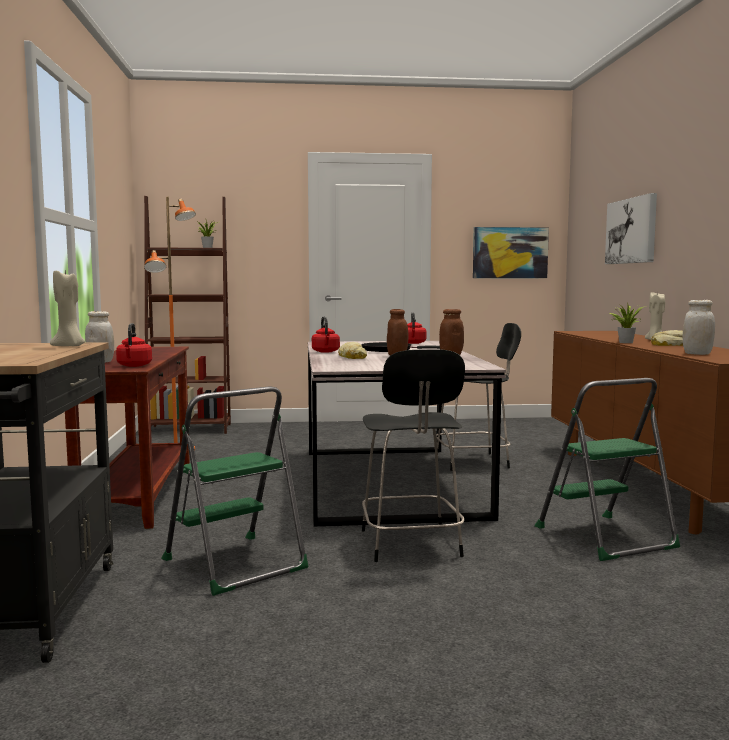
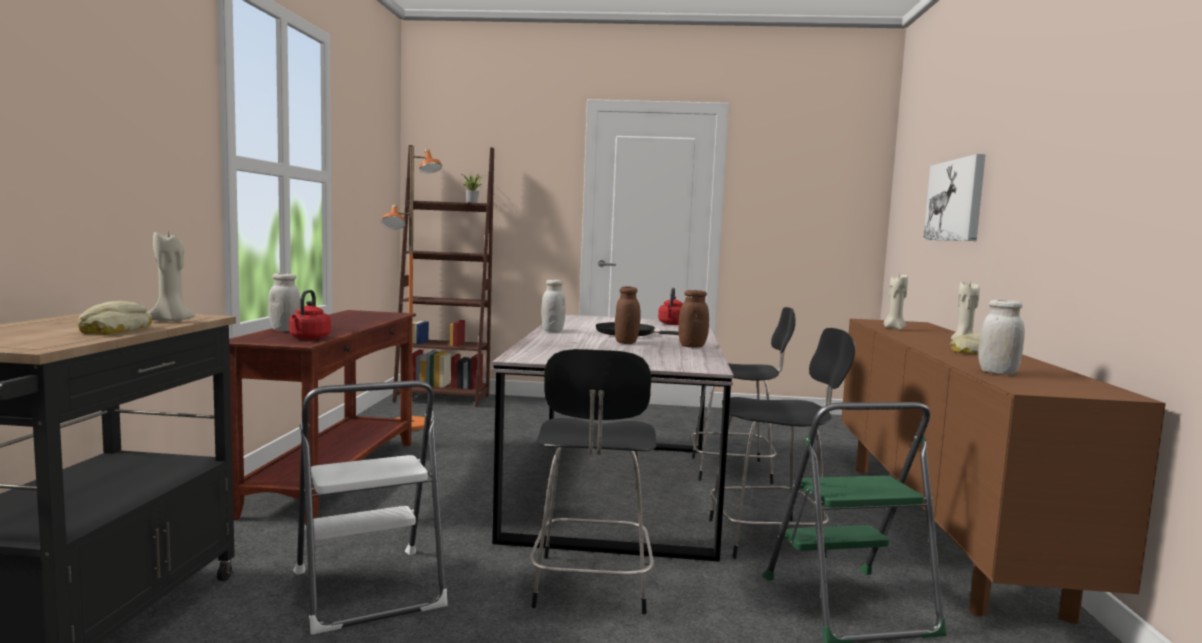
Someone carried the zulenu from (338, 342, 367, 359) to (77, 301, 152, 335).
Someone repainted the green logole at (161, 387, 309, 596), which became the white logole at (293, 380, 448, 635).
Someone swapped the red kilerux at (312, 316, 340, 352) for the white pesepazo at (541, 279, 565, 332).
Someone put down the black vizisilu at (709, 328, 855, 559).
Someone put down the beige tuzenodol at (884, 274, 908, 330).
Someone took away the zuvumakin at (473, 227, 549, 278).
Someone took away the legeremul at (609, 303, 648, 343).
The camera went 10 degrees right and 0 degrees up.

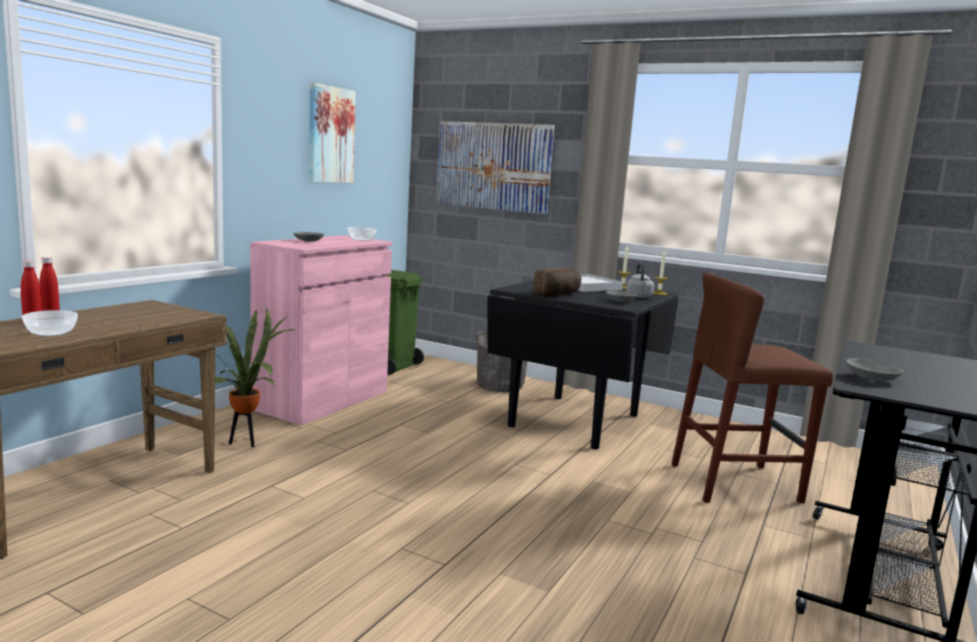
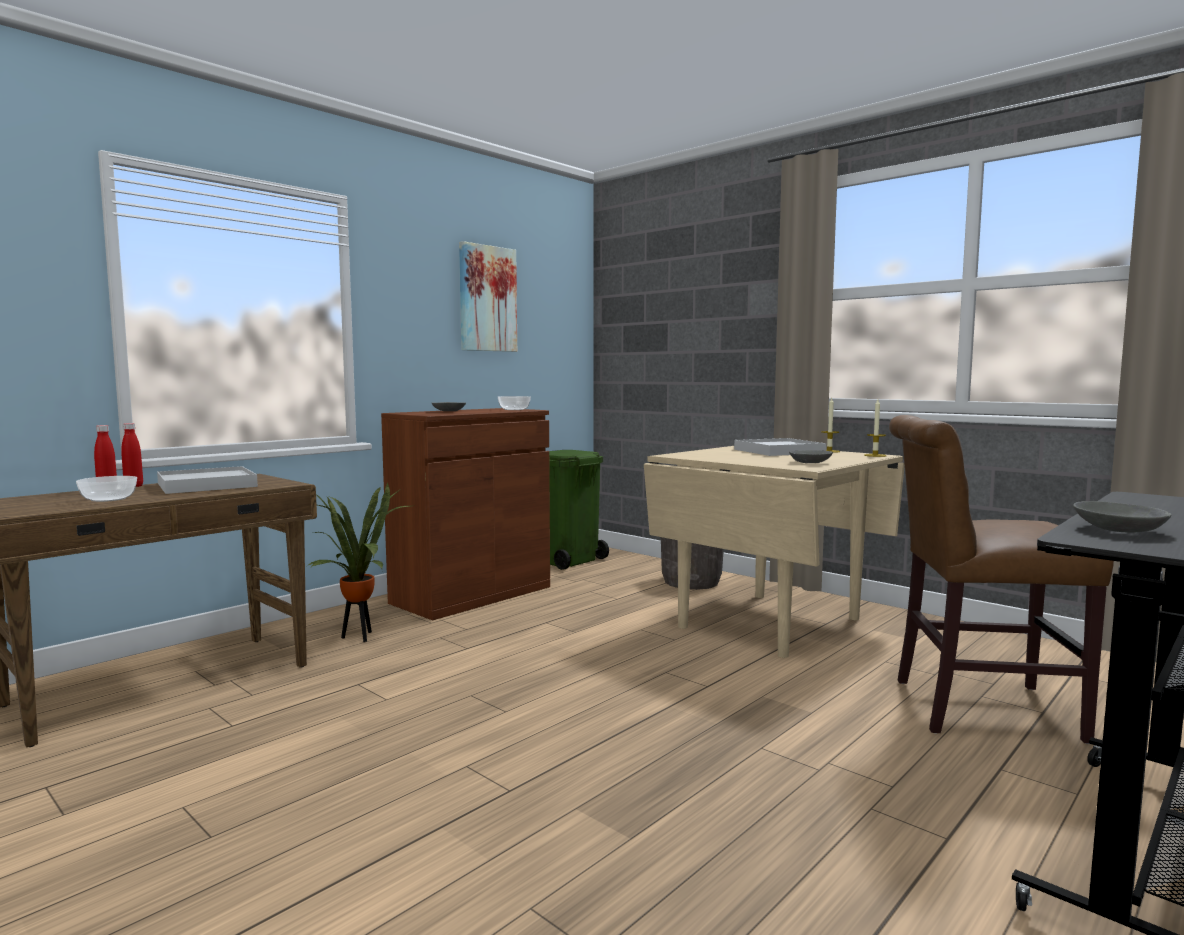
Someone put down the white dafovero at (157, 466, 258, 494).
Someone repainted the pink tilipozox at (250, 235, 392, 425), which became the brown tilipozox at (381, 408, 550, 620).
Someone repainted the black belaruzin at (487, 280, 678, 449), which became the beige belaruzin at (644, 446, 905, 658).
Someone swapped the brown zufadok at (671, 273, 833, 503) for the brown vizisilu at (889, 415, 1114, 744).
Someone took away the zuvumakin at (436, 121, 555, 214).
Someone took away the zulenu at (533, 267, 581, 296).
Someone took away the grey kilerux at (626, 263, 654, 298).
The camera went 15 degrees right and 5 degrees down.

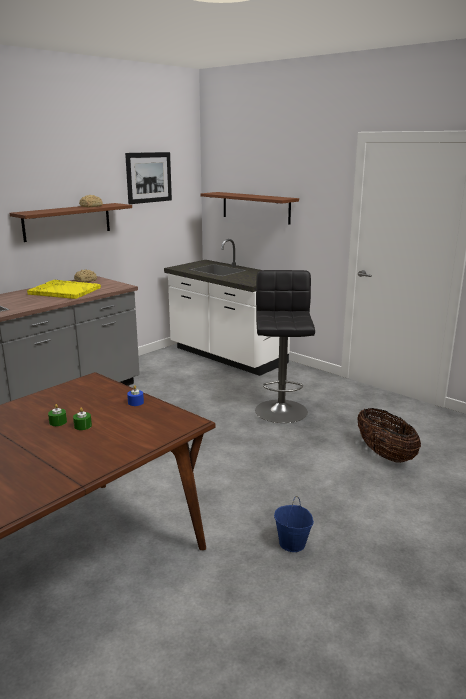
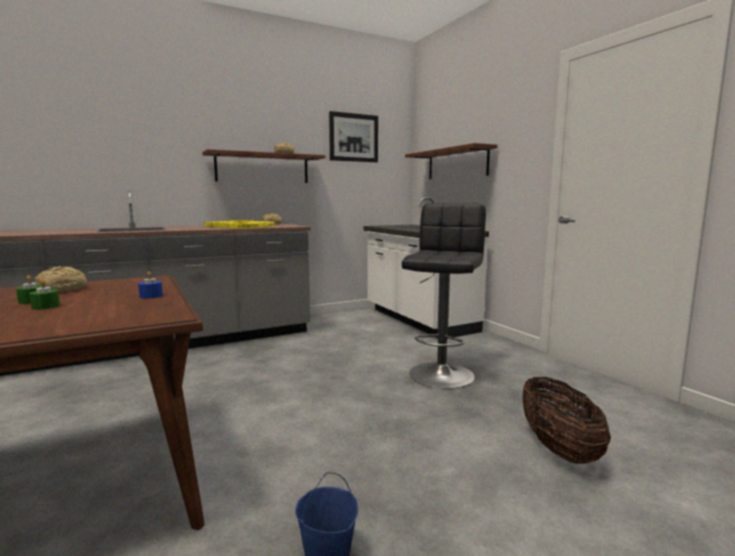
Someone put down the zulenu at (35, 266, 87, 292).
The camera went 20 degrees right and 10 degrees down.

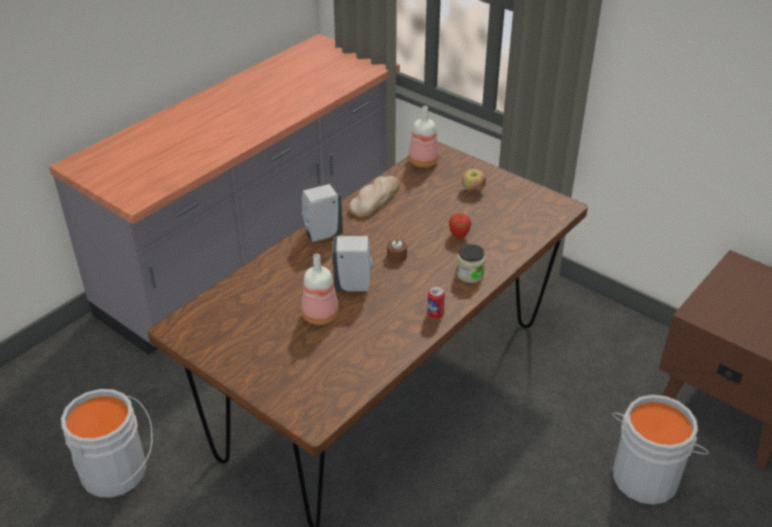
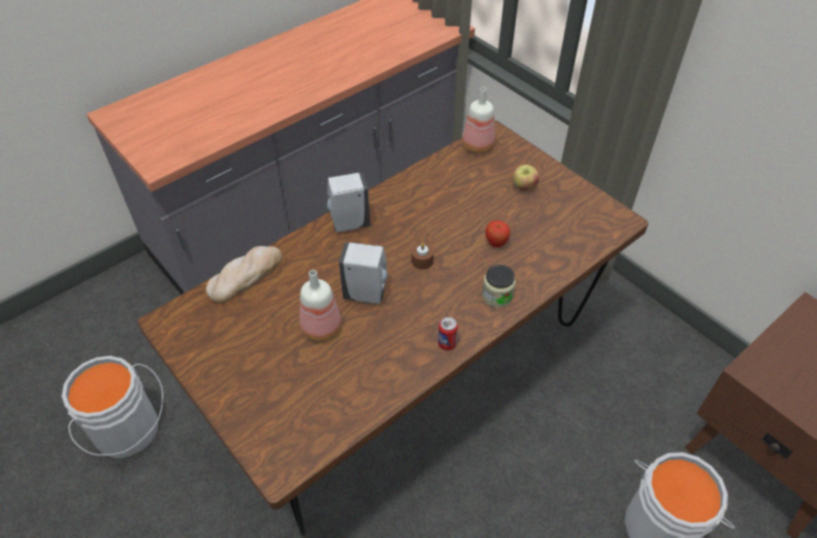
Someone carried the zulenu from (349, 176, 400, 217) to (206, 246, 282, 303).
The camera went 10 degrees right and 10 degrees up.

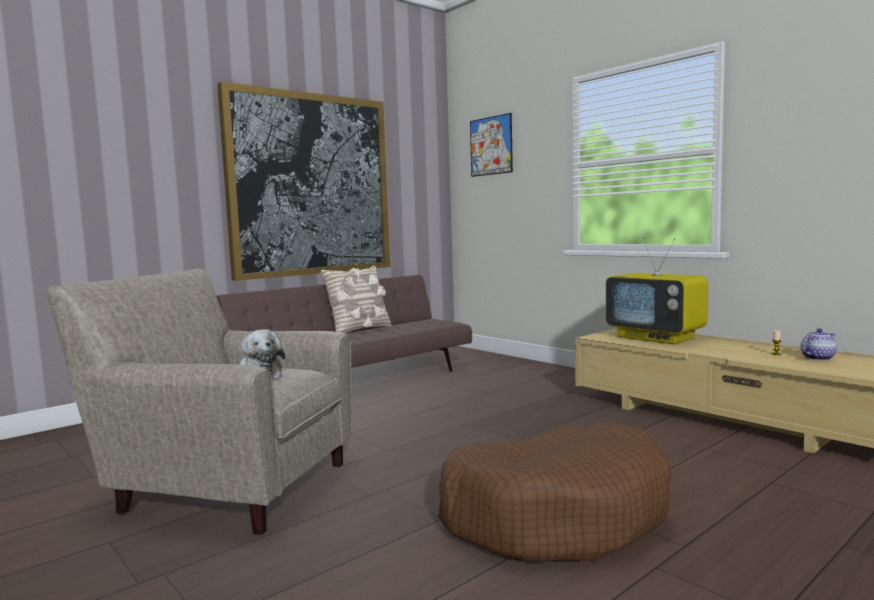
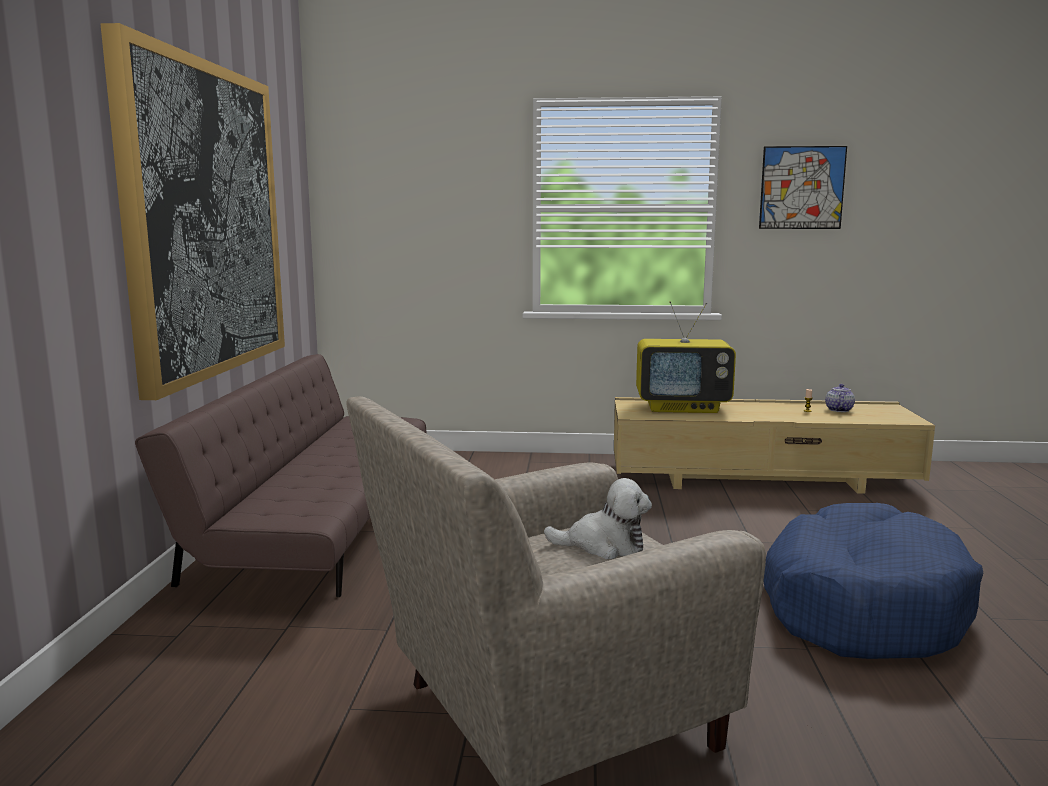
Someone carried the zuvumakin from (470, 113, 513, 177) to (759, 146, 847, 229).
Someone repainted the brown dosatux at (438, 422, 671, 562), which became the blue dosatux at (763, 503, 983, 659).
Someone took away the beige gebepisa at (321, 266, 391, 333).
The camera went 45 degrees left and 5 degrees up.

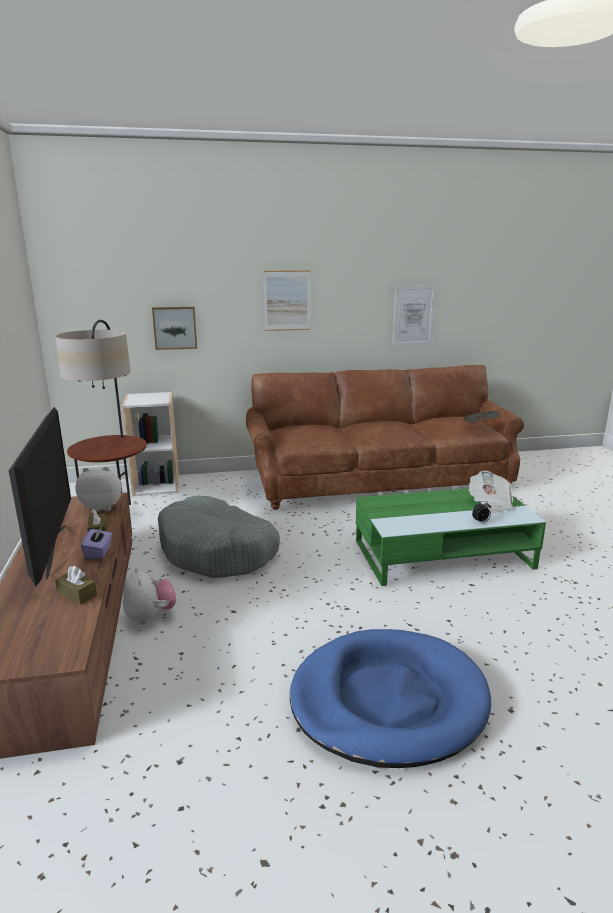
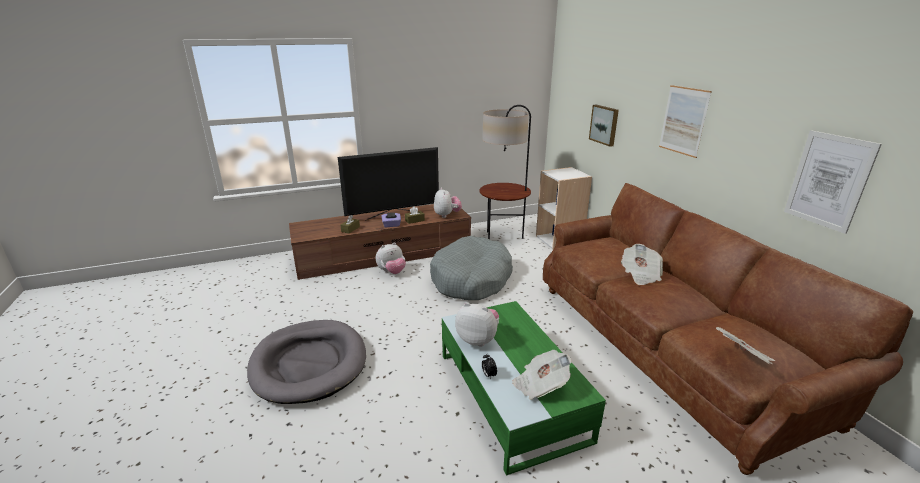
Someone repainted the blue dosatux at (290, 629, 491, 768), which became the grey dosatux at (247, 320, 366, 404).
Someone put down the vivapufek at (455, 302, 499, 347).
Someone put down the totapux at (621, 244, 663, 285).
The camera went 80 degrees right and 5 degrees up.

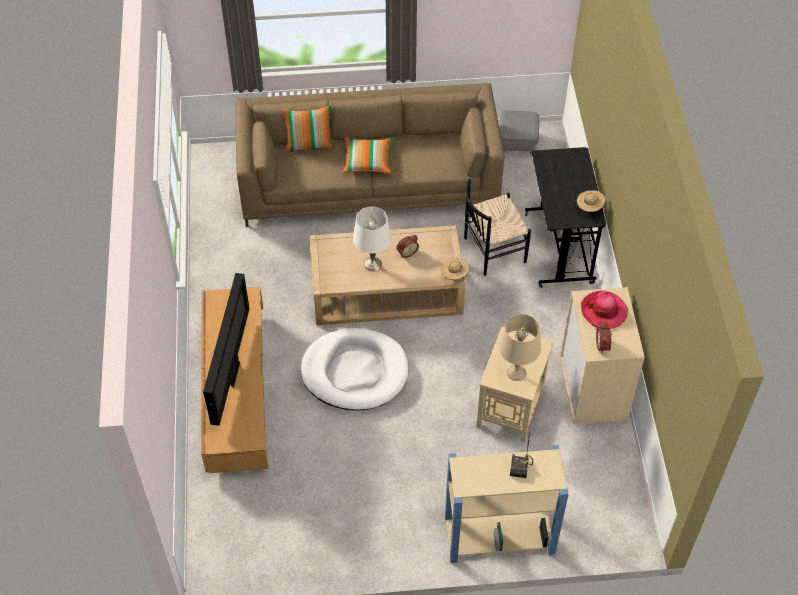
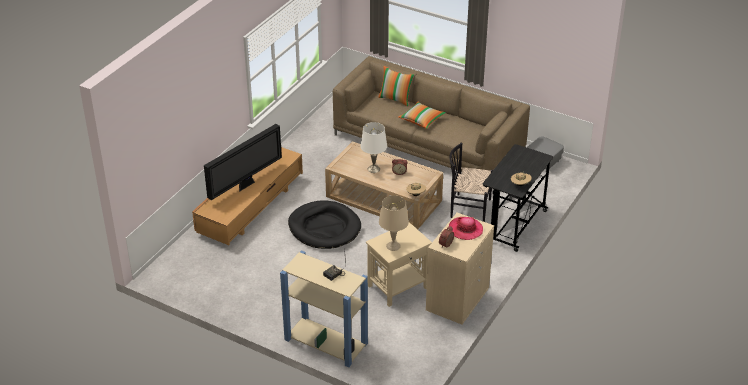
Someone repainted the white dosatux at (301, 328, 409, 411), which became the black dosatux at (288, 200, 361, 249).
The camera went 35 degrees right and 15 degrees down.

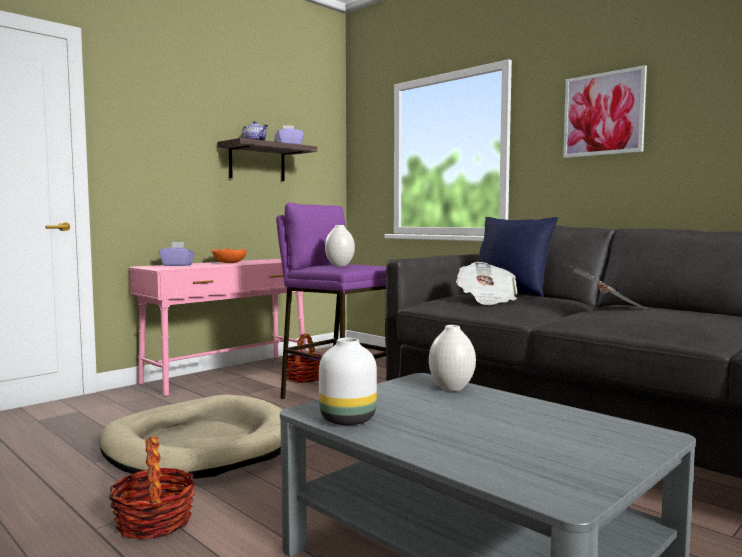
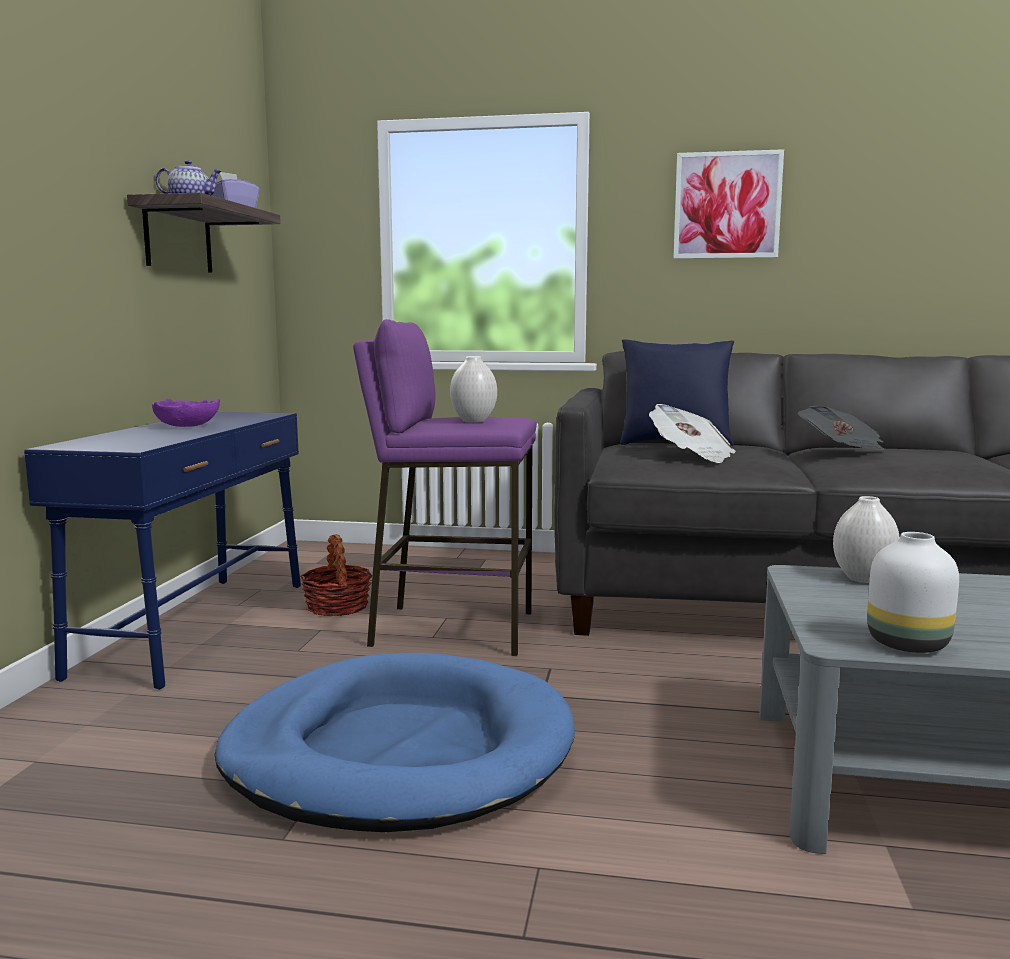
Someone repainted the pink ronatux at (129, 259, 306, 396), which became the blue ronatux at (24, 412, 301, 689).
Someone repainted the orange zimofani at (212, 248, 247, 263), which became the purple zimofani at (152, 398, 220, 427).
Someone repainted the beige dosatux at (99, 395, 283, 479), which became the blue dosatux at (215, 653, 575, 832).
Someone took away the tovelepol at (109, 436, 196, 540).
Someone took away the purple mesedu at (159, 242, 195, 266).
The camera went 35 degrees left and 5 degrees up.

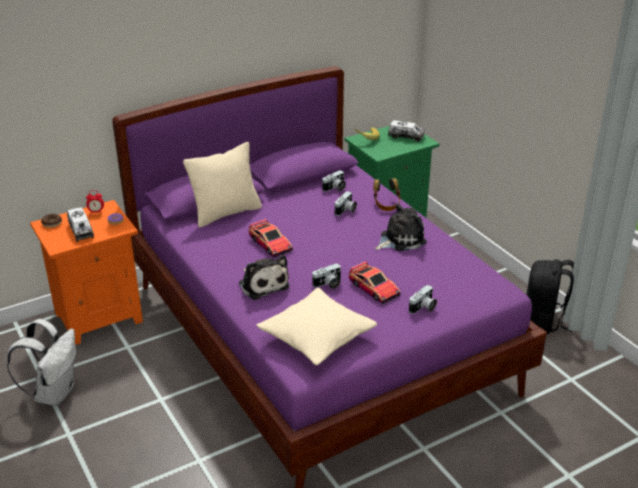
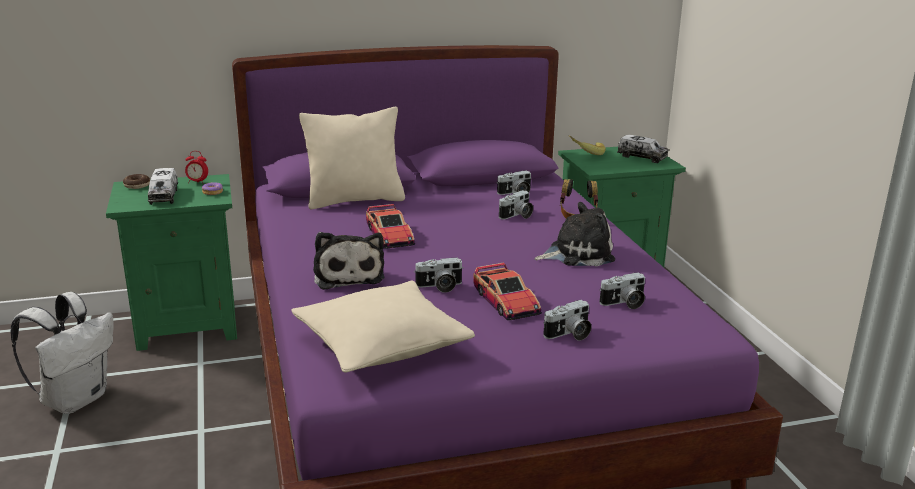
Someone repainted the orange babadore at (30, 200, 143, 345), which became the green babadore at (106, 174, 237, 351).
Someone put down the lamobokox at (599, 272, 645, 309).
Someone took away the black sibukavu at (526, 259, 574, 334).
The camera went 15 degrees right and 10 degrees down.

